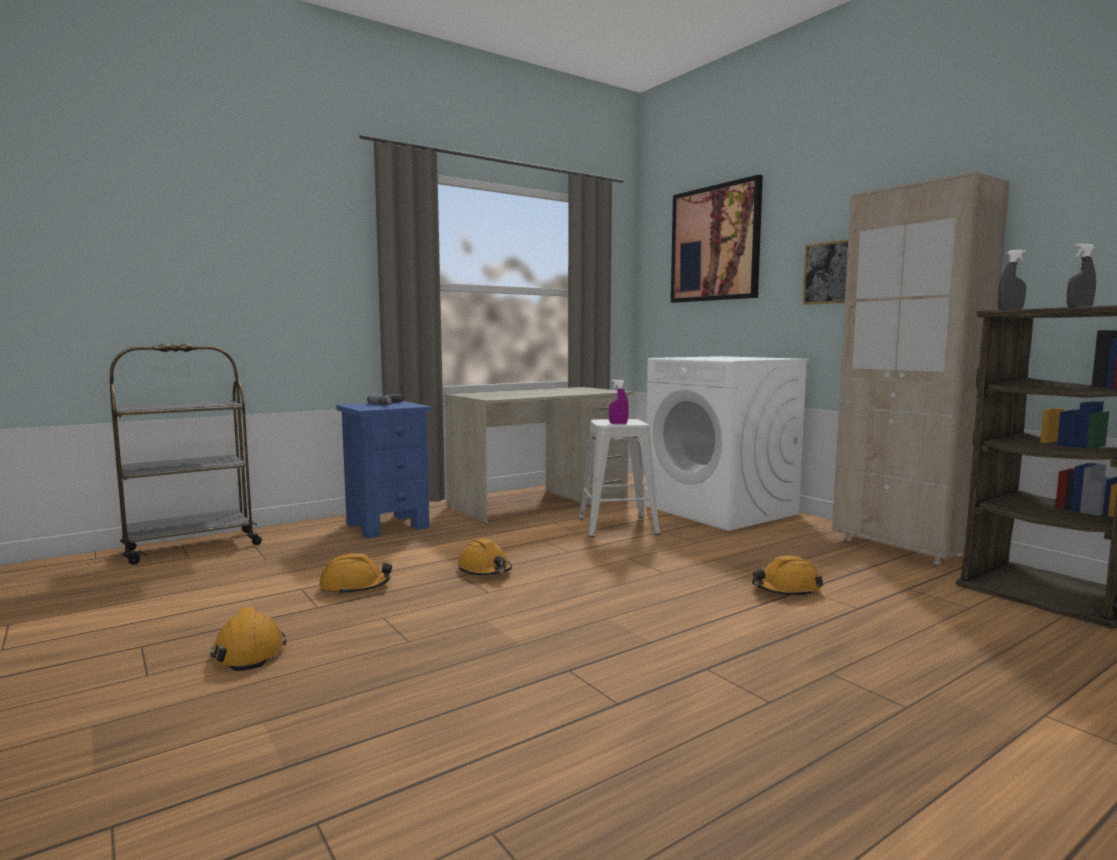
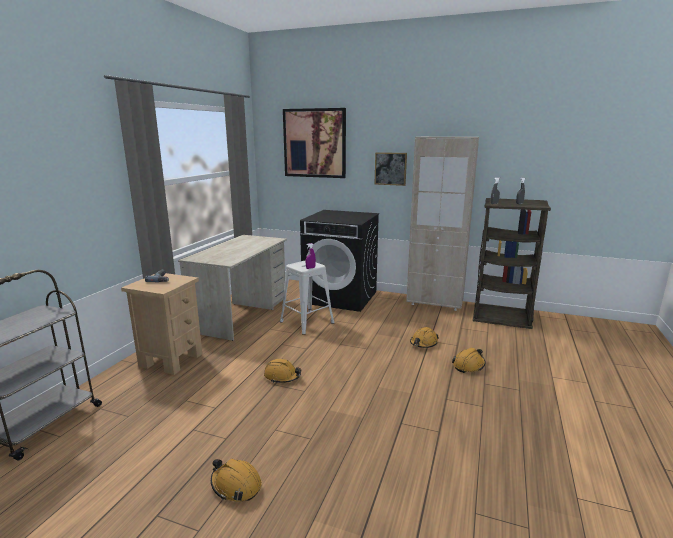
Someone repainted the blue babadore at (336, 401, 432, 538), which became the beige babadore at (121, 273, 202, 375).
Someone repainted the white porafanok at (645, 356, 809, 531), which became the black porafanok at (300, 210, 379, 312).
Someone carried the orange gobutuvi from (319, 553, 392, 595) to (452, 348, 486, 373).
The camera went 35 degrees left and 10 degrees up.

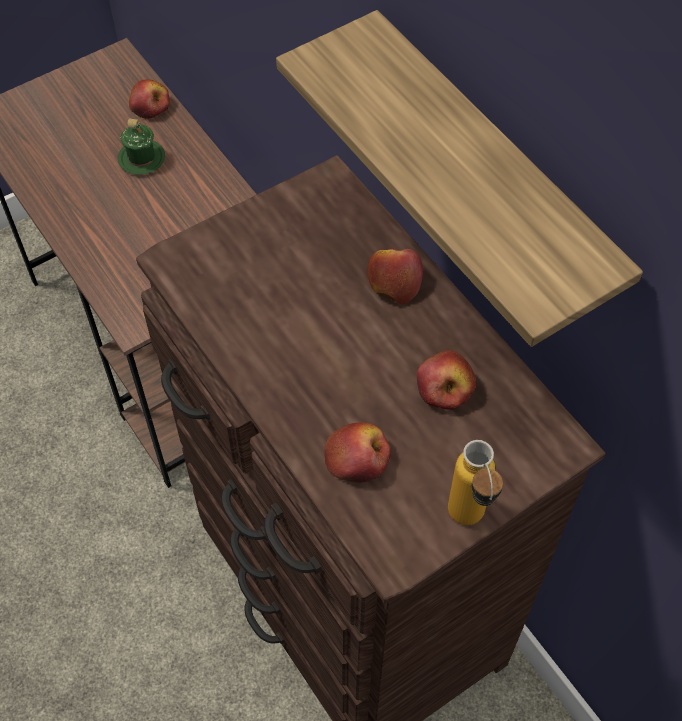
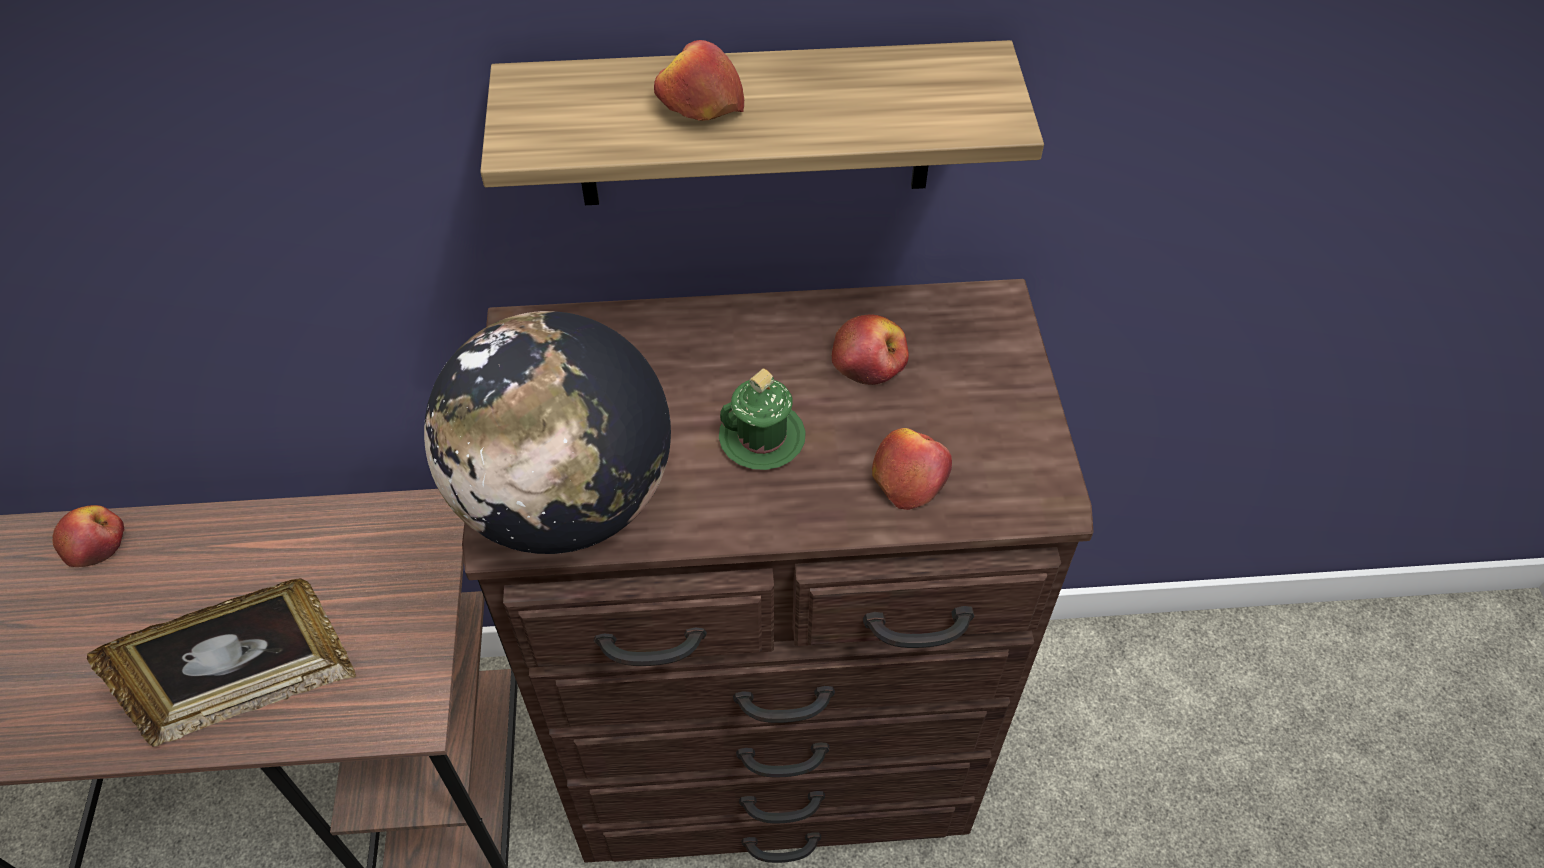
Someone put down the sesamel at (87, 578, 356, 747).
Someone put down the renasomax at (424, 311, 671, 554).
Someone carried the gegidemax from (367, 249, 423, 305) to (654, 40, 744, 121).
Someone carried the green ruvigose from (118, 119, 165, 175) to (719, 369, 806, 470).
Someone took away the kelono at (448, 440, 503, 525).
The camera went 60 degrees left and 5 degrees down.

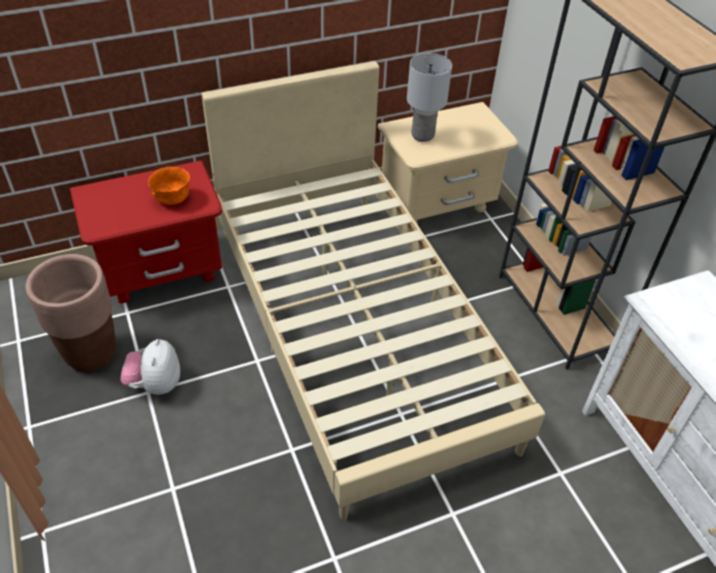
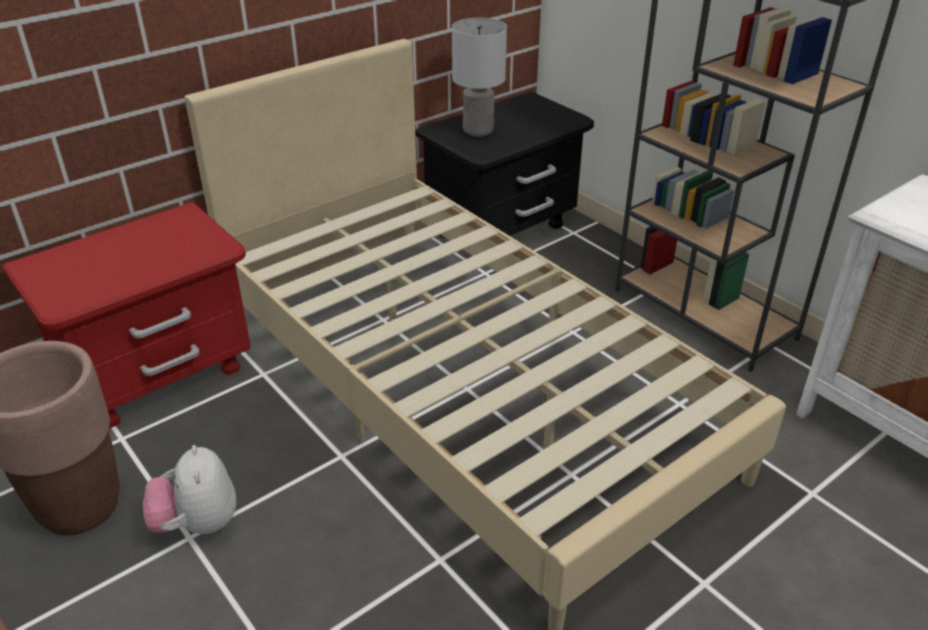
Someone repainted the beige babadore at (378, 102, 518, 225), which became the black babadore at (415, 91, 594, 238).
Someone took away the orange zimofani at (148, 167, 190, 205).
The camera went 15 degrees left and 10 degrees down.

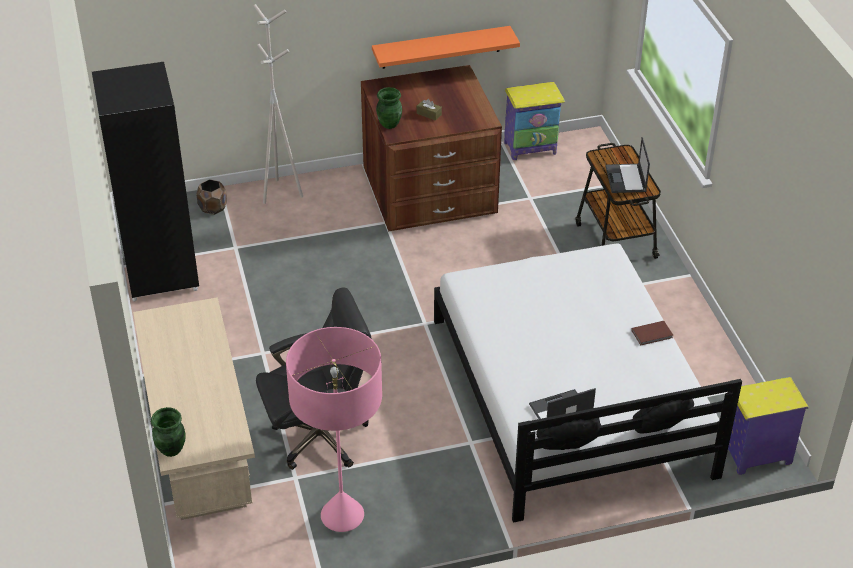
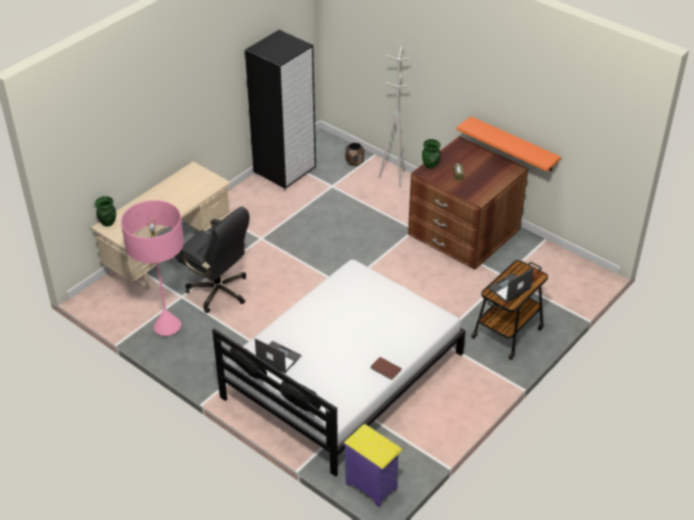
Someone took away the babadore at (504, 82, 565, 160).
The camera went 55 degrees right and 0 degrees up.

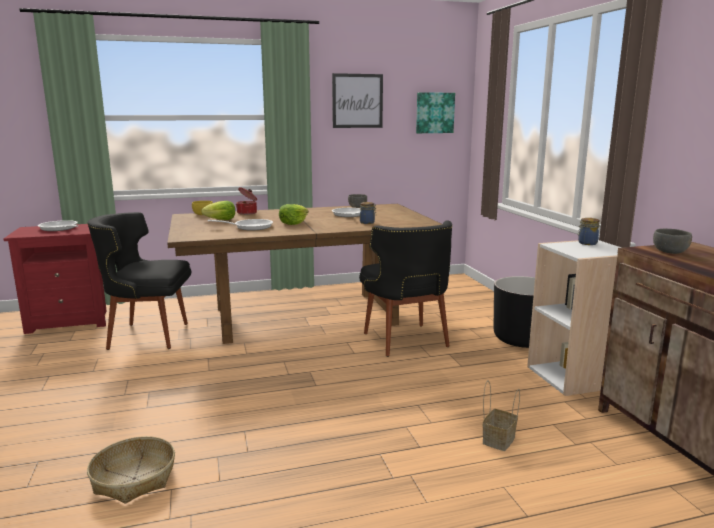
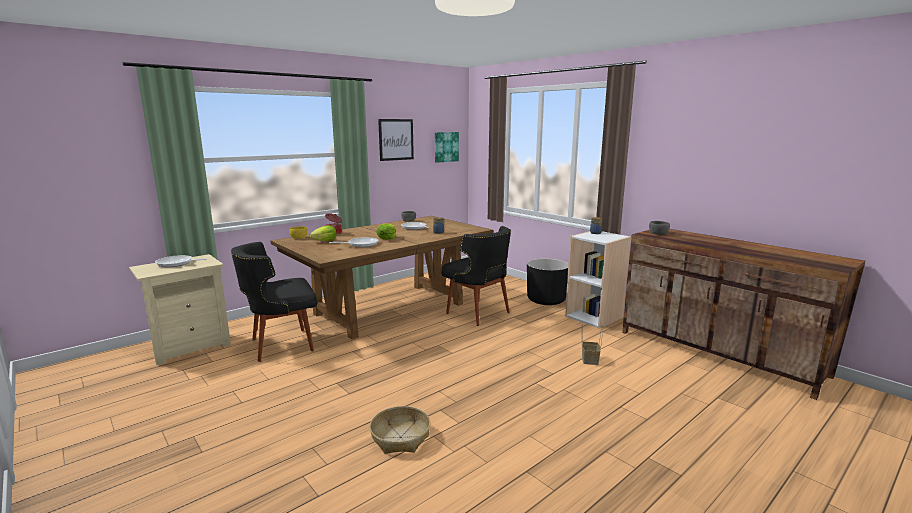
Someone repainted the red babadore at (3, 224, 107, 334), which became the beige babadore at (129, 254, 231, 365).
The camera went 25 degrees left and 0 degrees up.

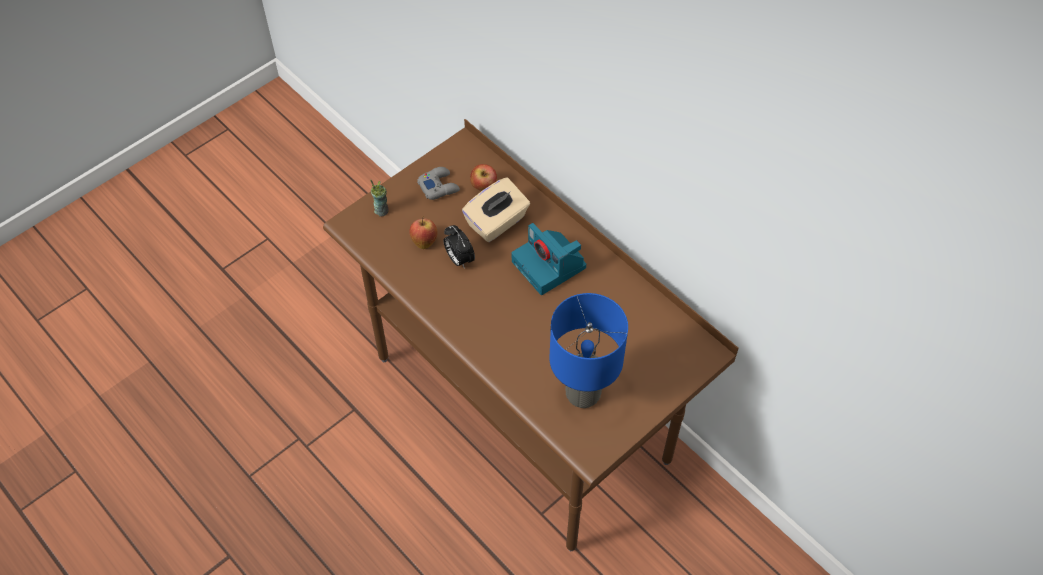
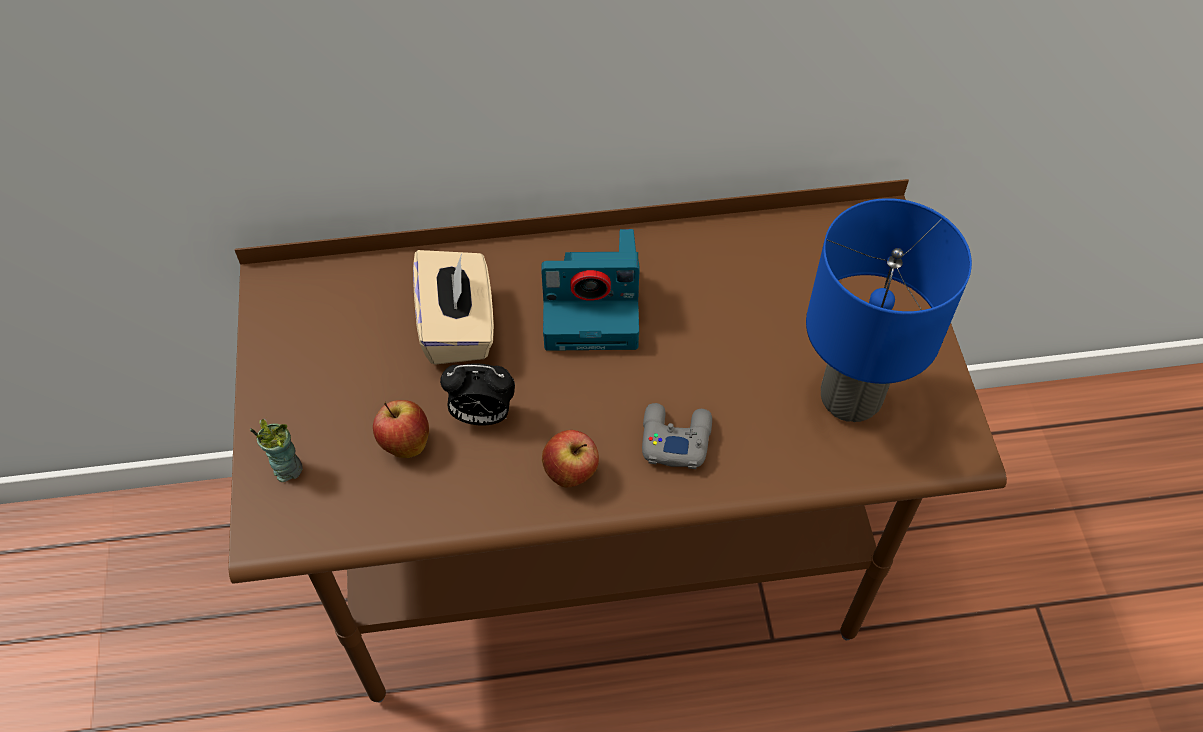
Someone carried the gegidemax from (470, 164, 497, 191) to (542, 430, 599, 488).
Someone carried the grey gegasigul from (417, 167, 460, 200) to (642, 403, 712, 469).
The camera went 55 degrees left and 0 degrees up.

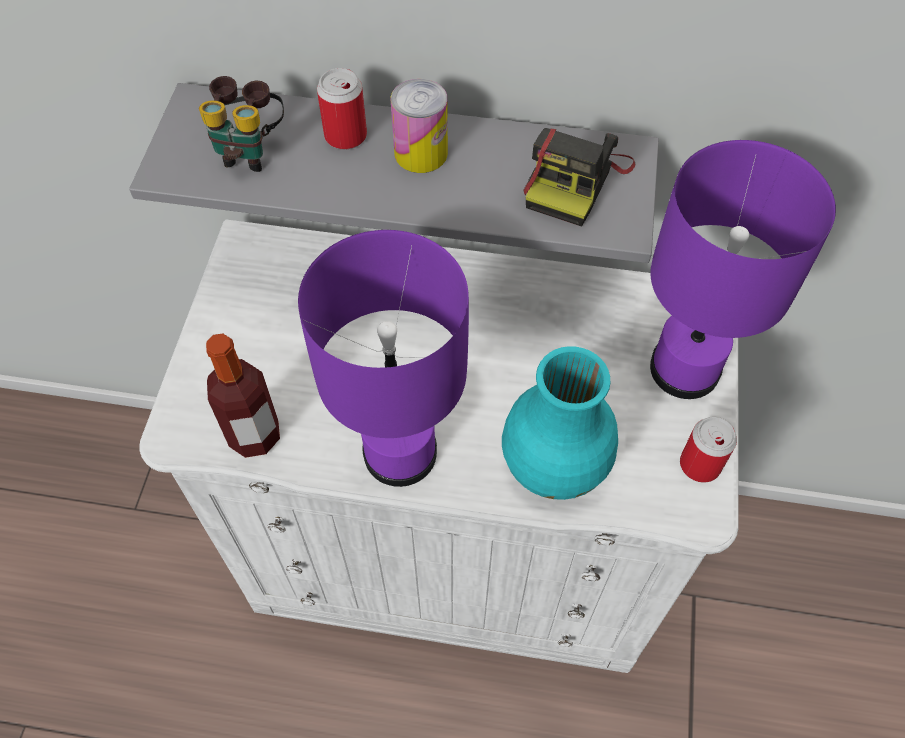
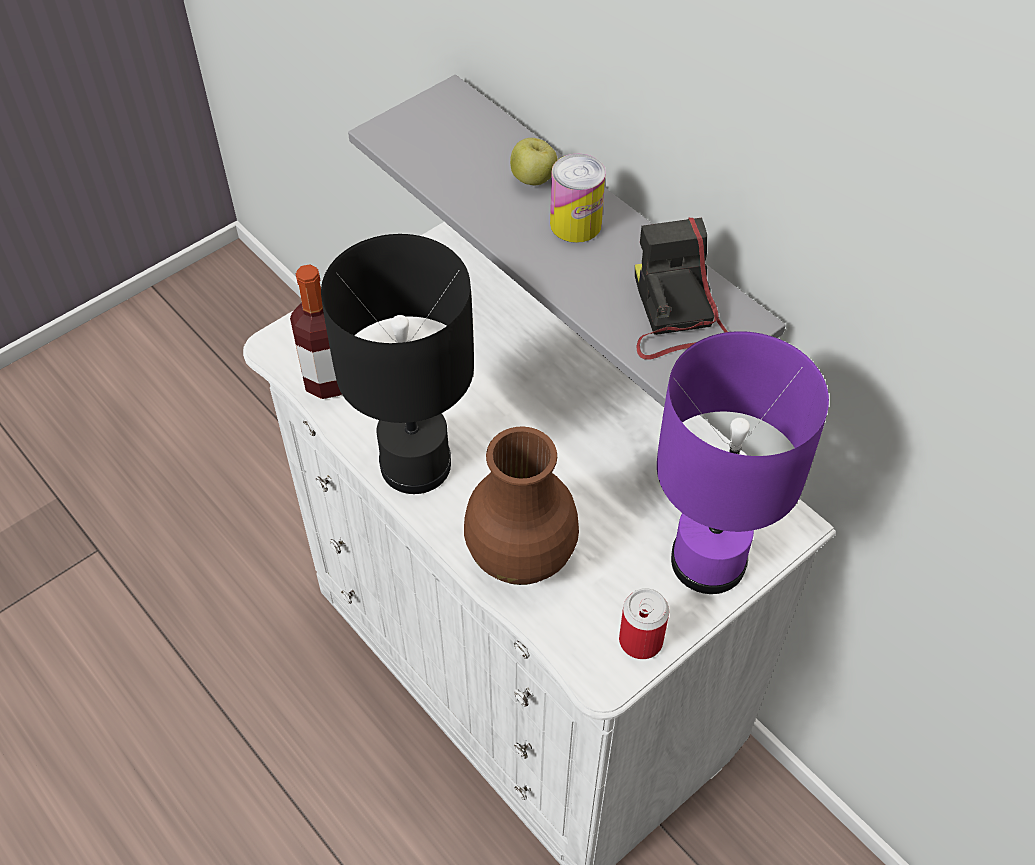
Someone repainted the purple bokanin at (298, 230, 469, 487), which became the black bokanin at (321, 234, 474, 494).
Someone repainted the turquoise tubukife at (502, 346, 618, 500), which became the brown tubukife at (464, 427, 579, 585).
Someone swapped the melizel at (317, 68, 367, 150) for the gegidemax at (510, 138, 558, 185).
Someone rotated the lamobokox at (523, 128, 635, 227) by 105 degrees clockwise.
Someone took away the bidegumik at (199, 76, 284, 172).
The camera went 40 degrees right and 5 degrees down.

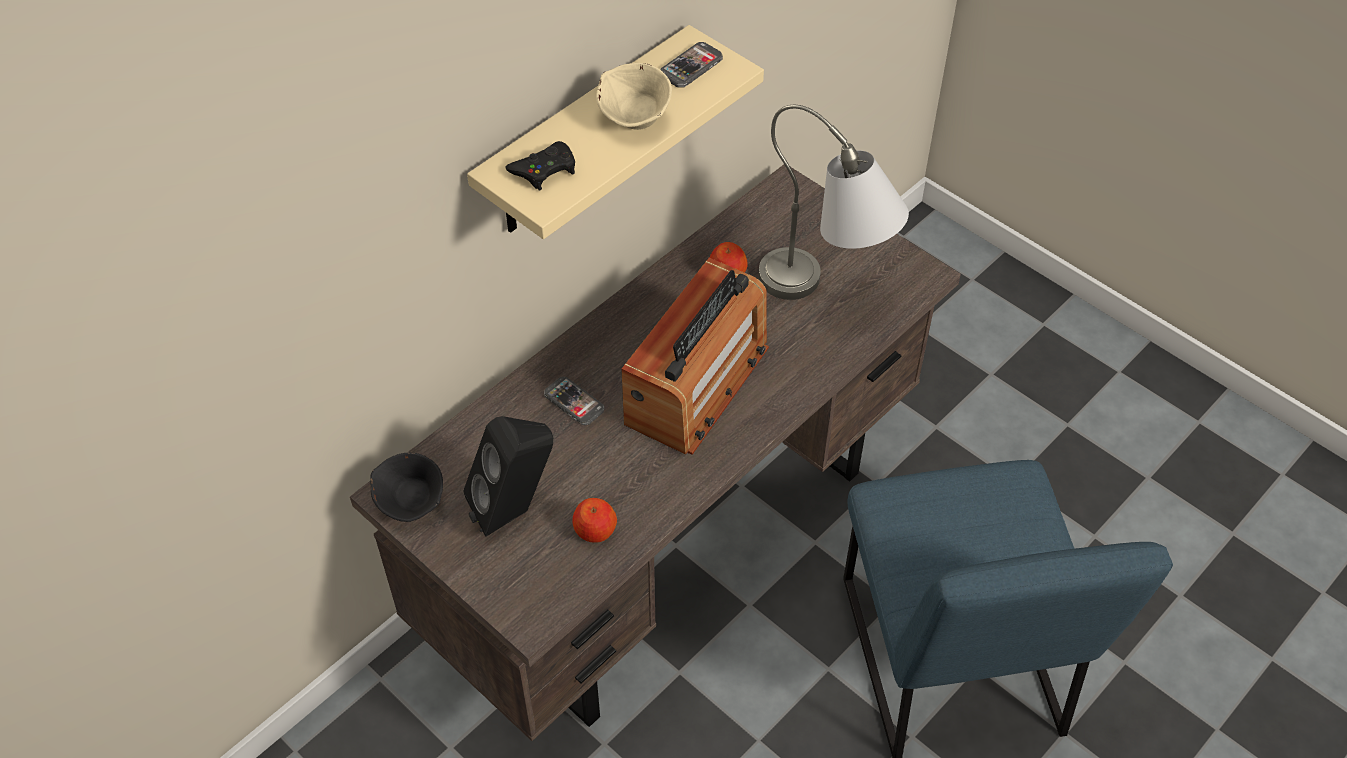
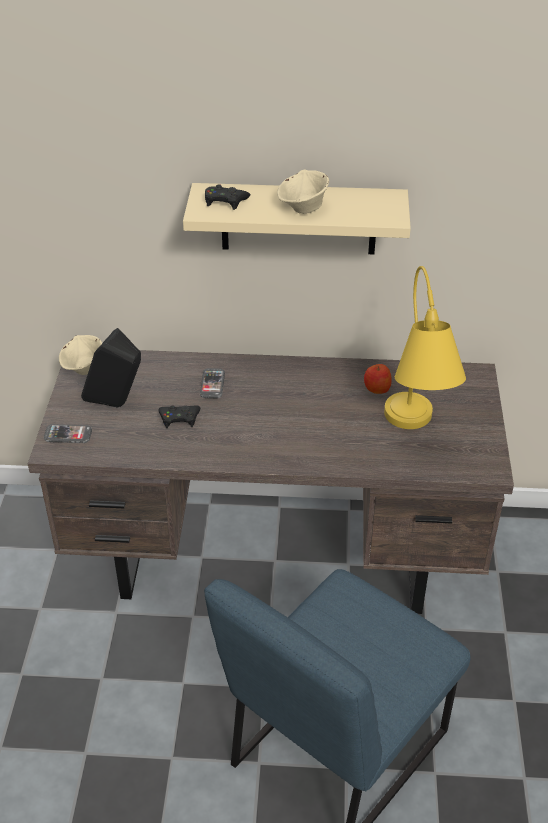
Someone carried the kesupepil from (660, 42, 723, 88) to (44, 424, 92, 443).
Someone repainted the black zimofani at (370, 452, 443, 522), which became the beige zimofani at (59, 335, 102, 375).
Someone put down the black gegasigul at (158, 405, 200, 428).
Someone repainted the grey bokanin at (758, 105, 909, 300), which became the yellow bokanin at (384, 266, 466, 429).
Someone took away the gegidemax at (572, 498, 617, 543).
Someone took away the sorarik at (622, 258, 769, 455).
The camera went 50 degrees right and 10 degrees down.

